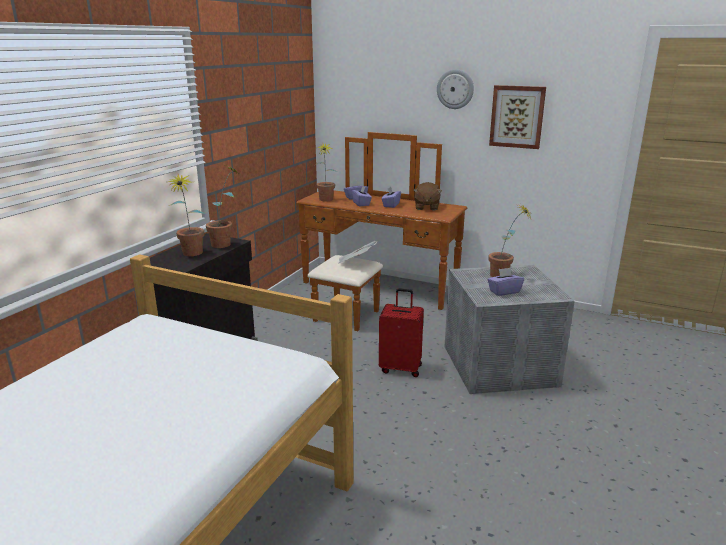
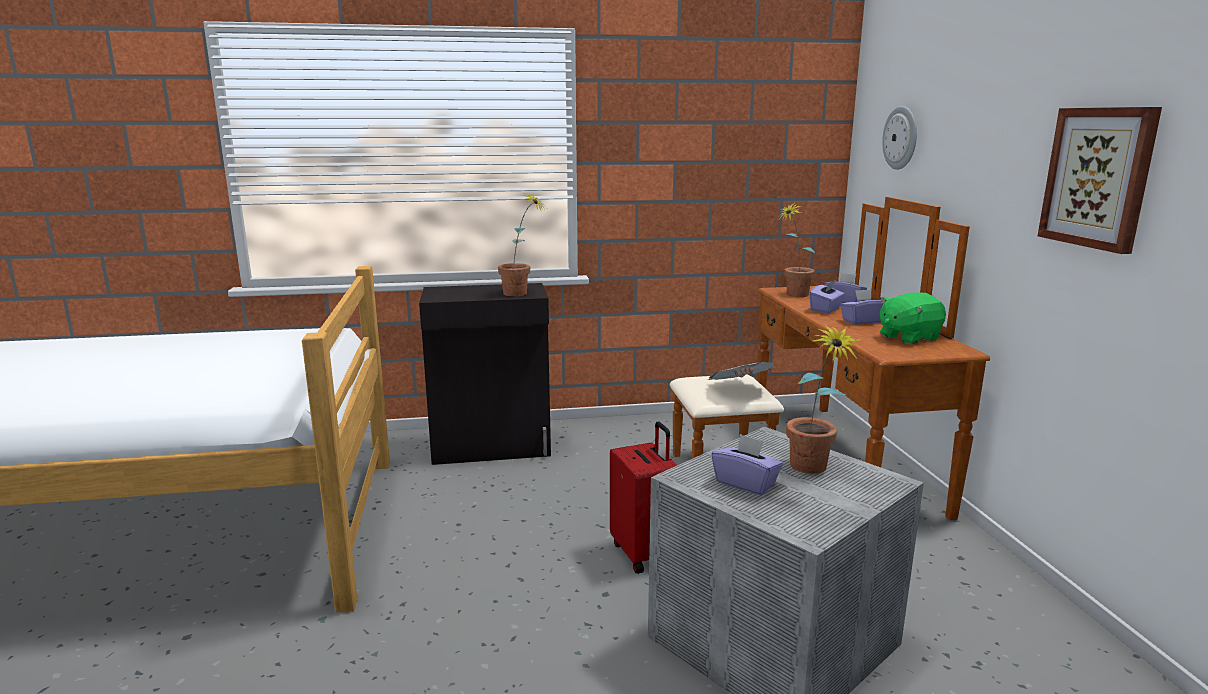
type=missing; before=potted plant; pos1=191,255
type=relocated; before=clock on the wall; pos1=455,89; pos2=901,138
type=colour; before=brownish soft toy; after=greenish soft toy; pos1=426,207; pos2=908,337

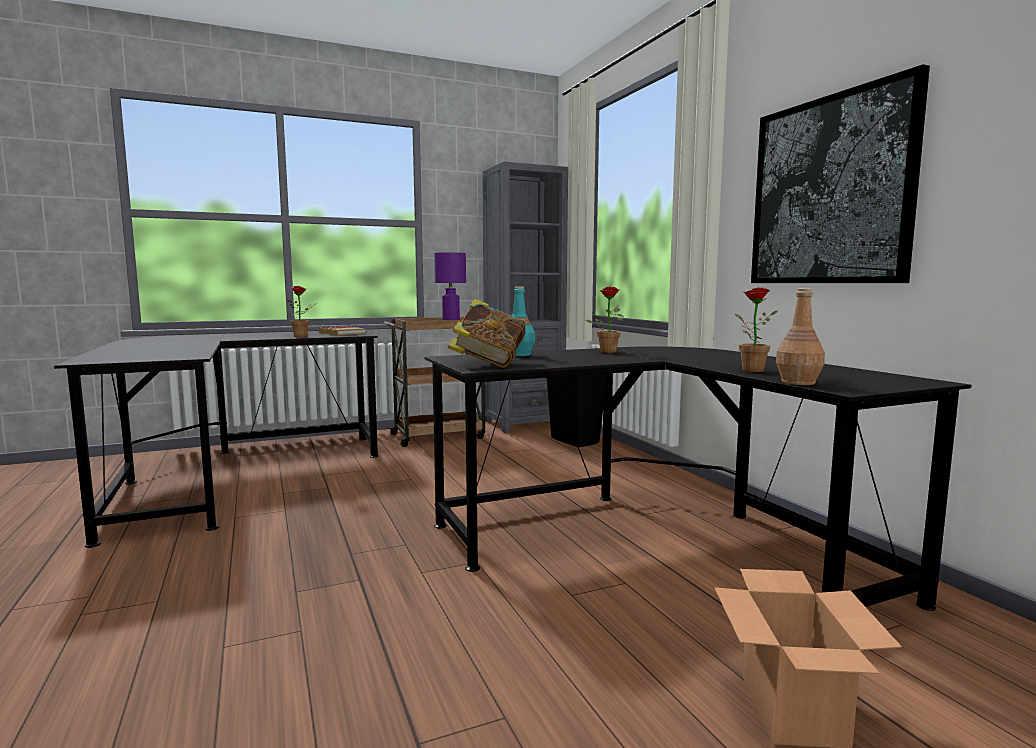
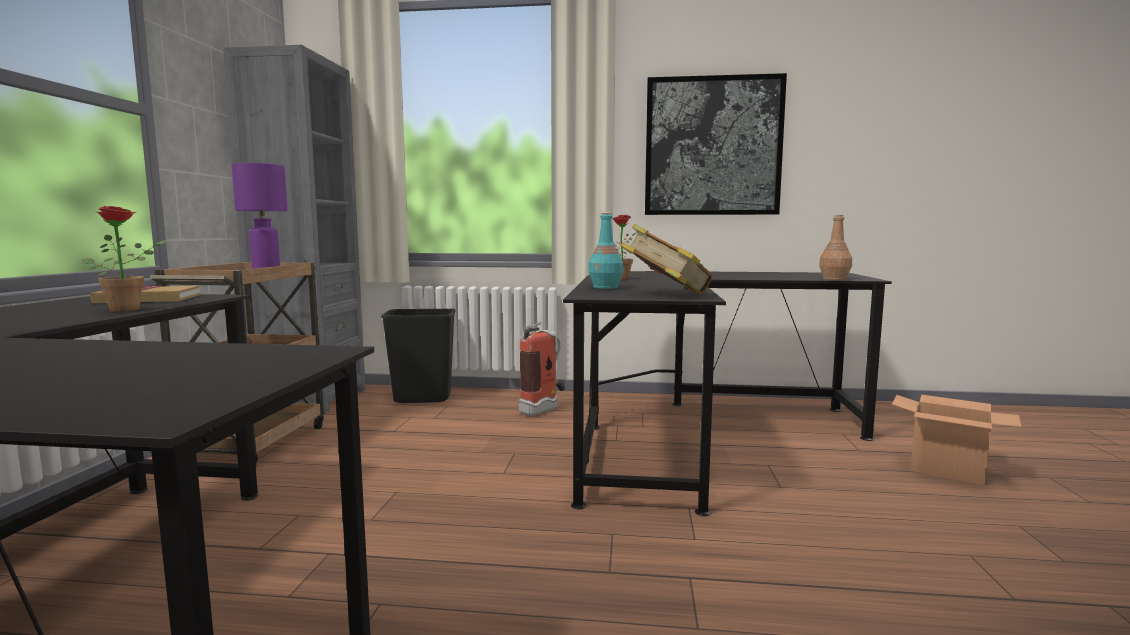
type=missing; before=potted plant; pos1=748,370
type=appeared; after=extinguisher; pos2=544,410

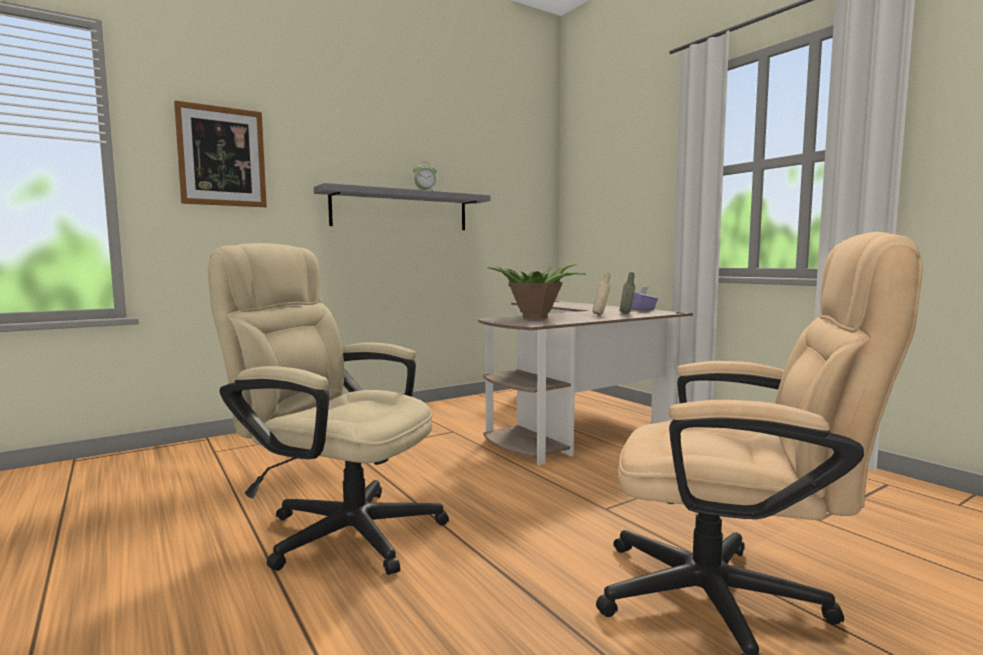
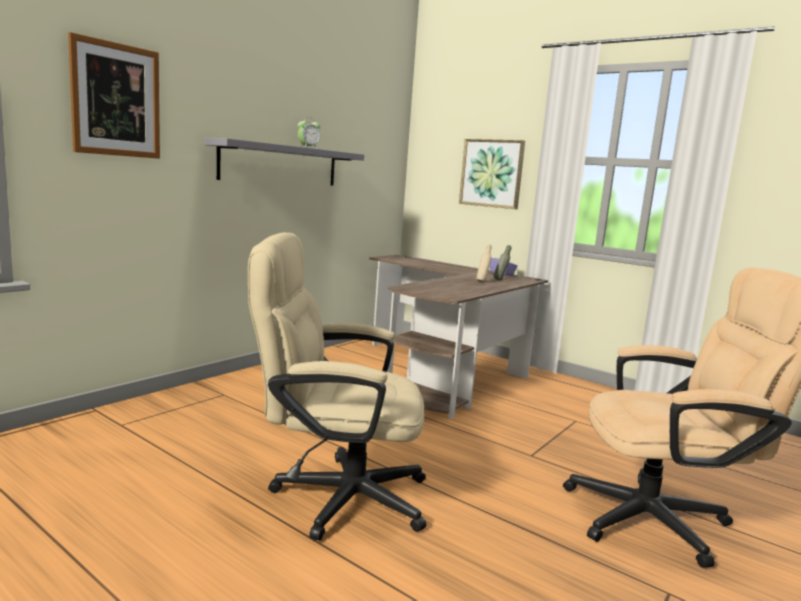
type=missing; before=potted plant; pos1=536,317
type=appeared; after=picture; pos2=492,173

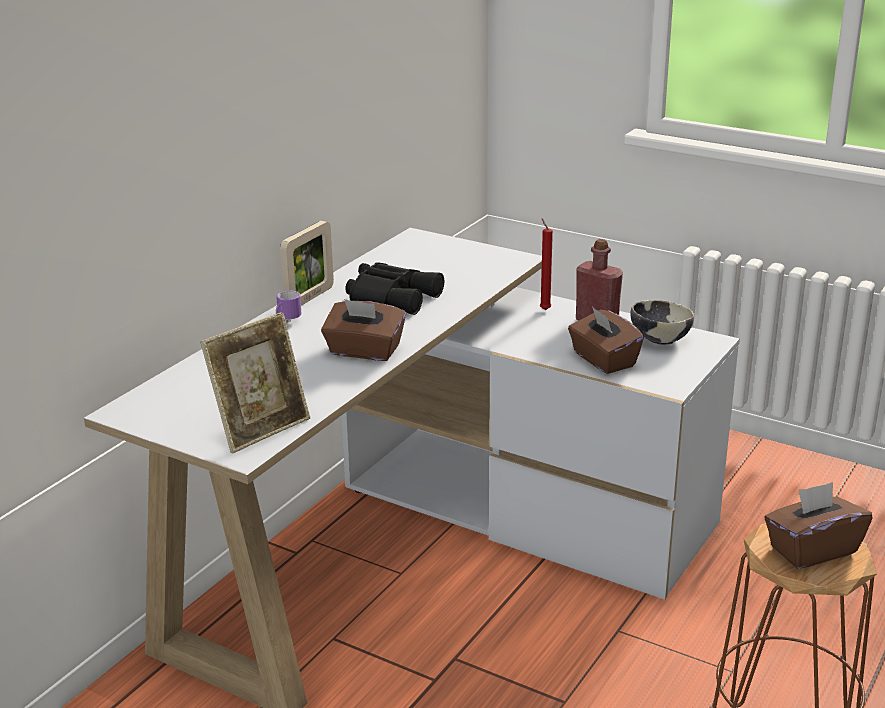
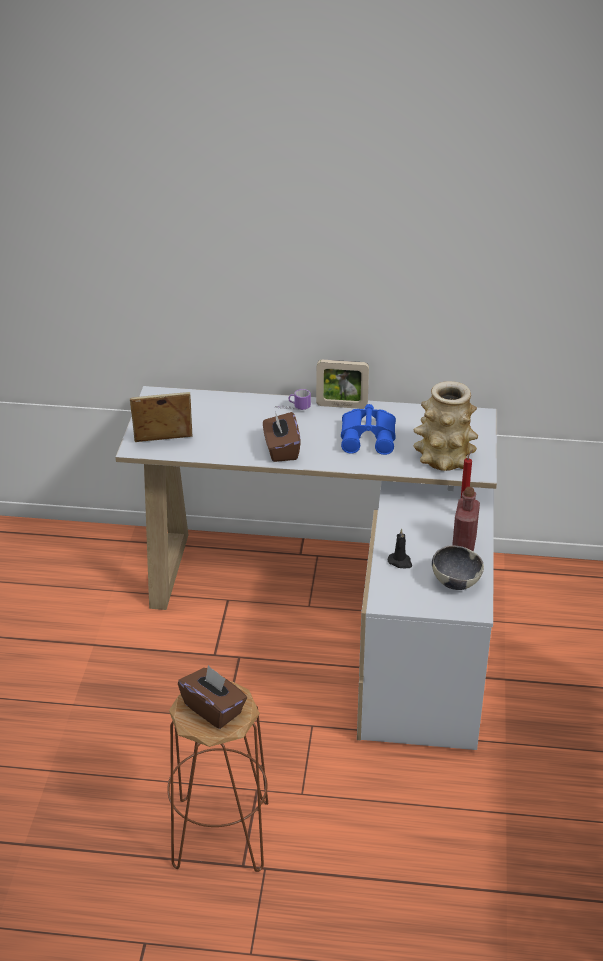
type=appeared; after=flower vase; pos2=443,459
type=exchanged; before=brownish tissue holder; after=blackish wax candle; pos1=603,360; pos2=400,562
type=colour; before=blackish field glasses; after=blue-coloured field glasses; pos1=393,296; pos2=369,436
type=spun; before=picture frame; pos1=261,429; pos2=163,445; turn=150

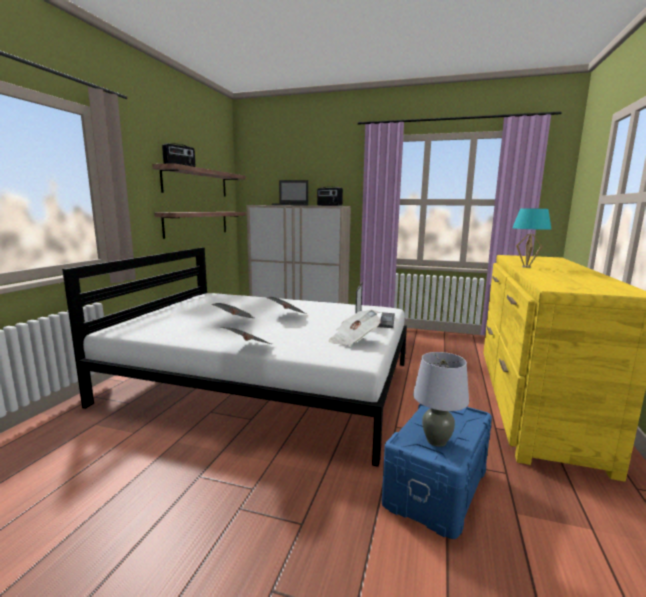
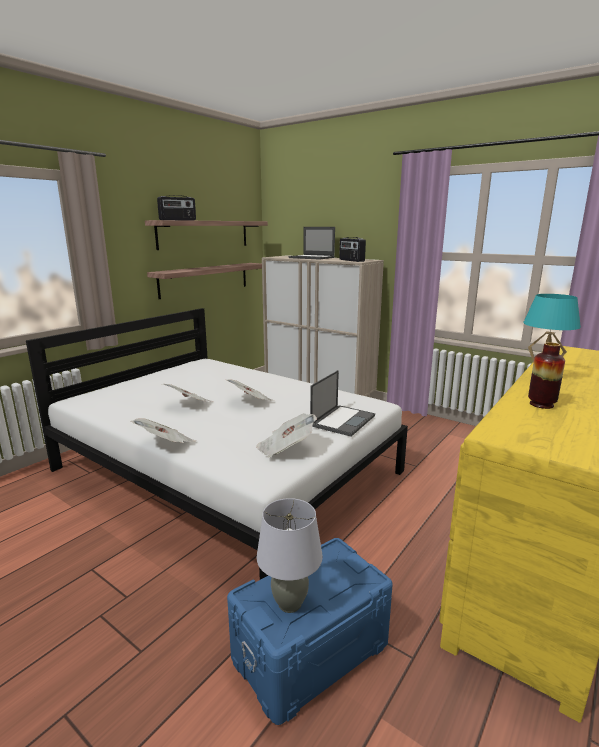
type=appeared; after=flower vase; pos2=541,404

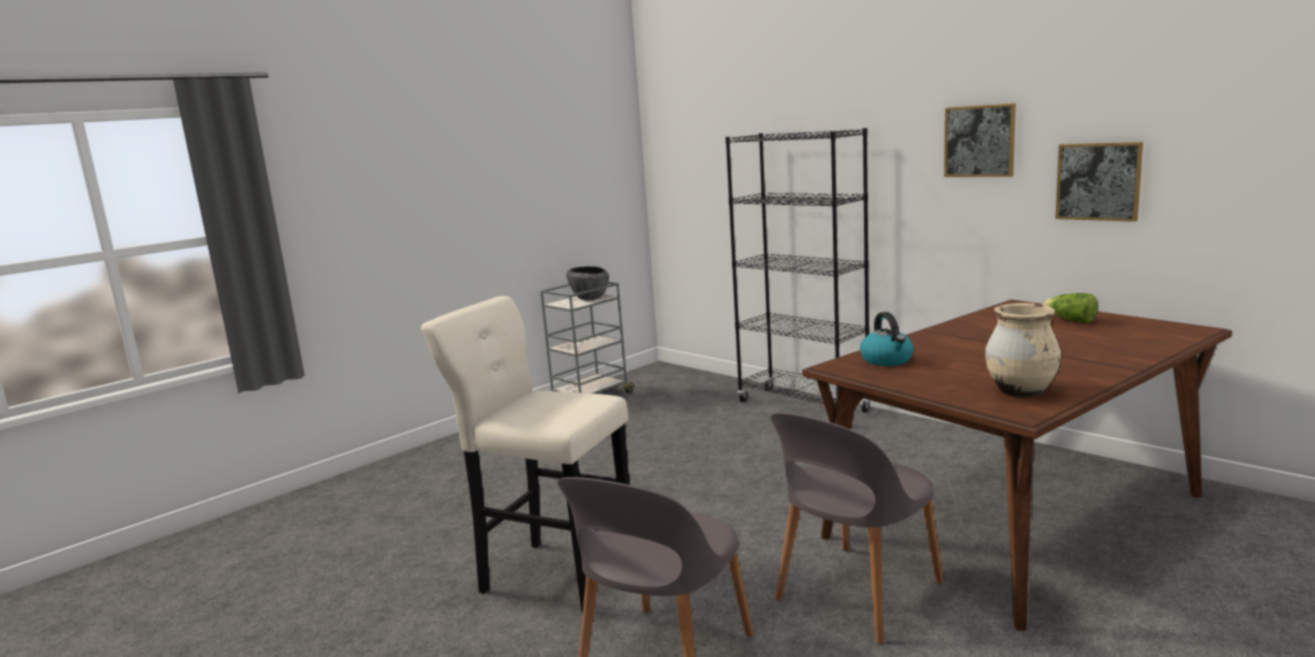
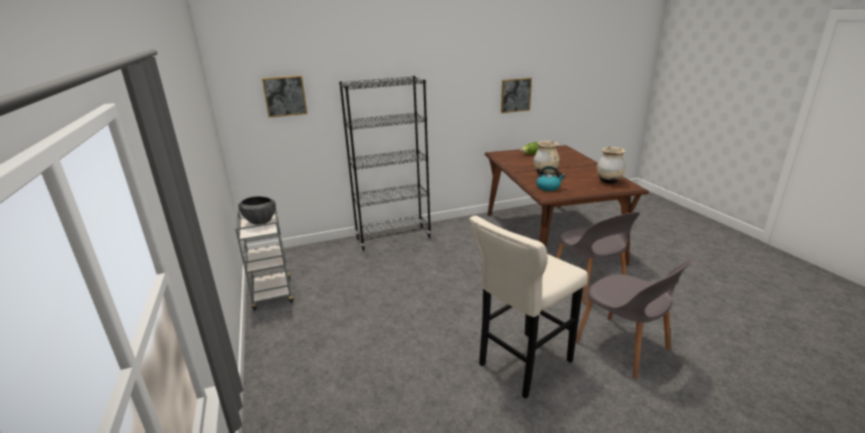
type=appeared; after=beige flower vase; pos2=545,173
type=relocated; before=picture; pos1=979,141; pos2=285,96

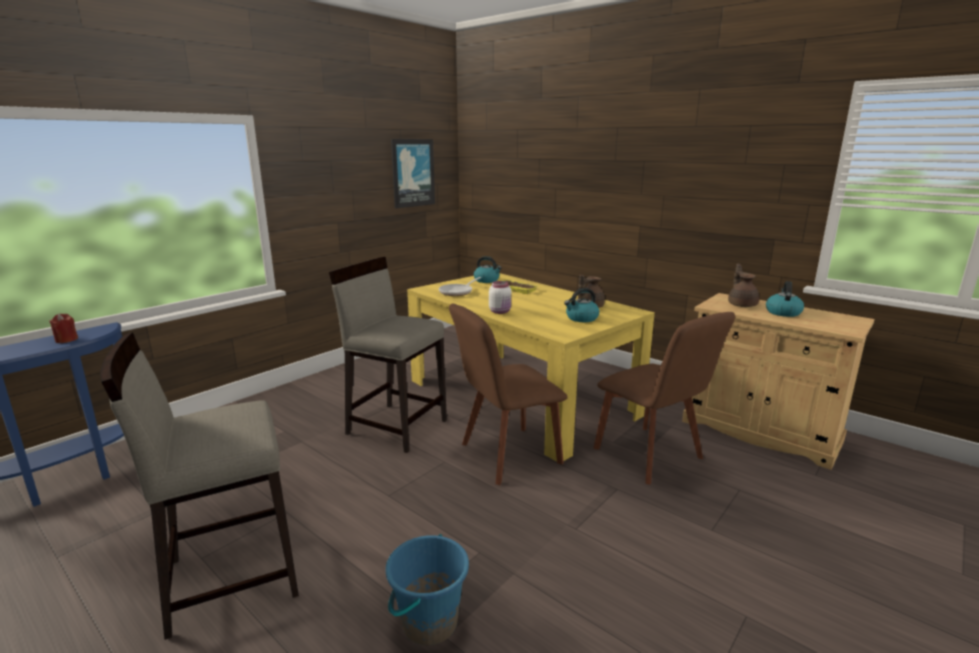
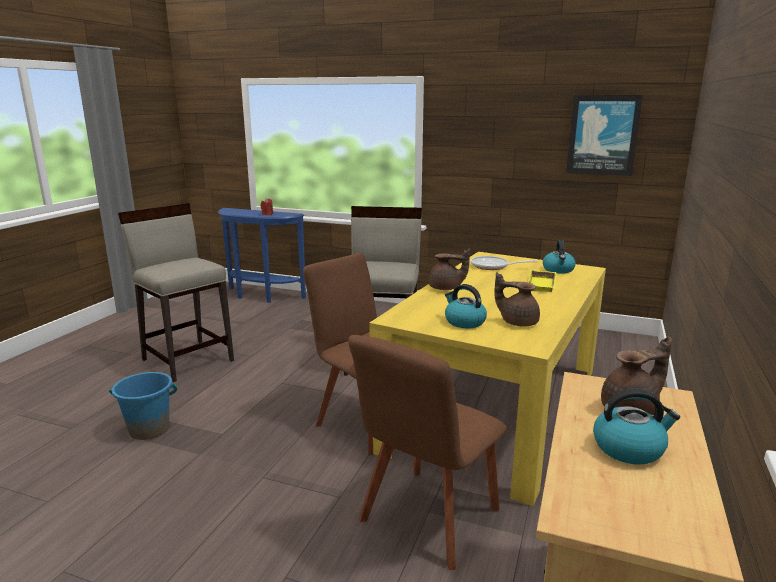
type=exchanged; before=white preserve jar; after=brownish tea pot; pos1=500,311; pos2=446,288

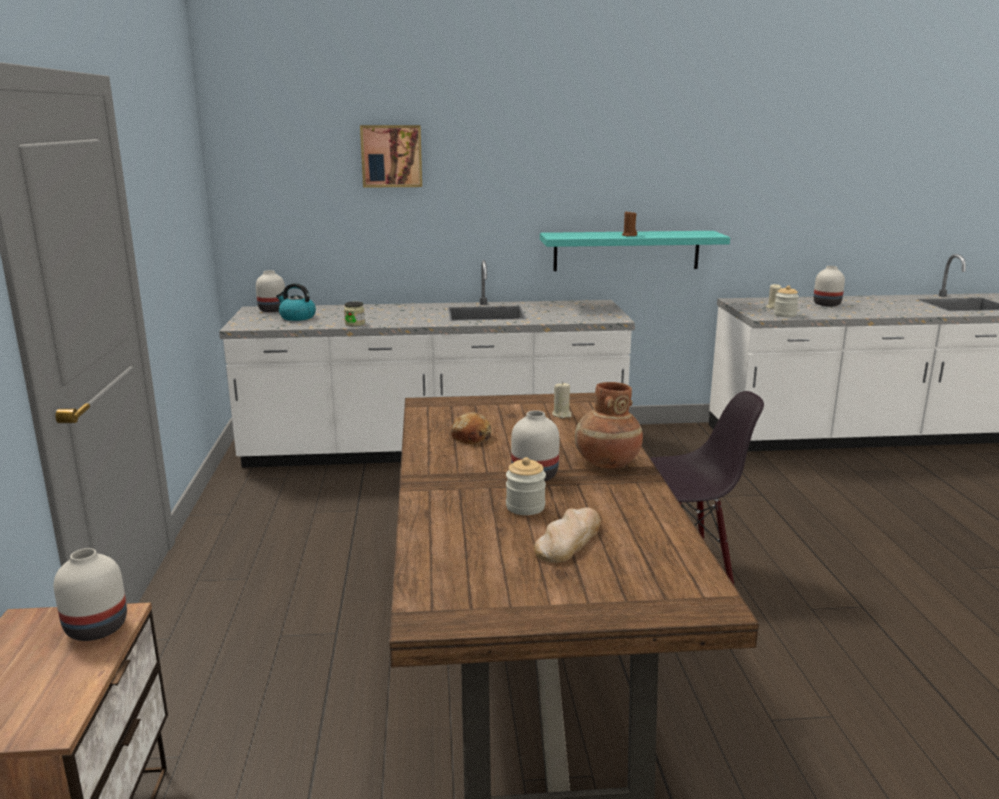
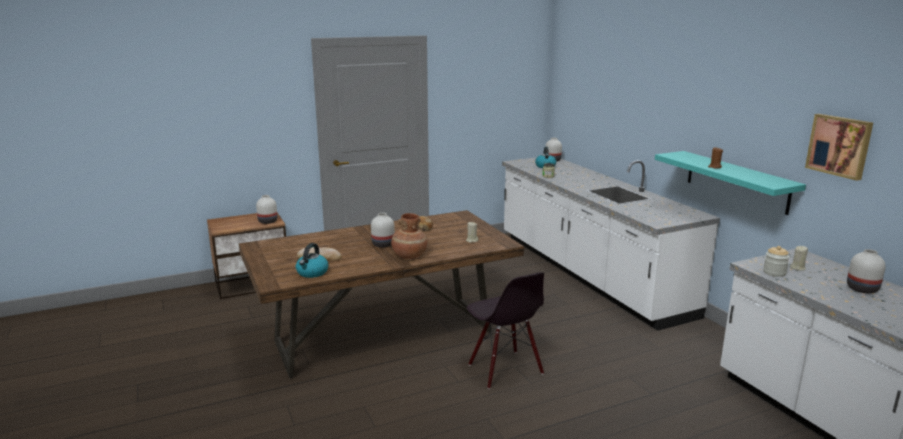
type=missing; before=preserve jar; pos1=525,507
type=appeared; after=water kettle; pos2=312,273
type=relocated; before=picture; pos1=391,156; pos2=839,145

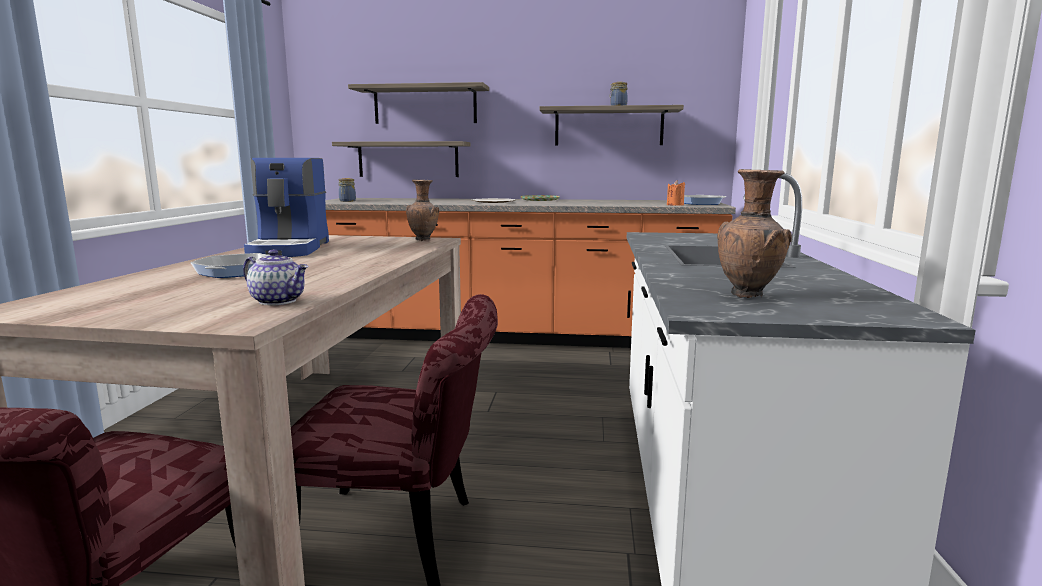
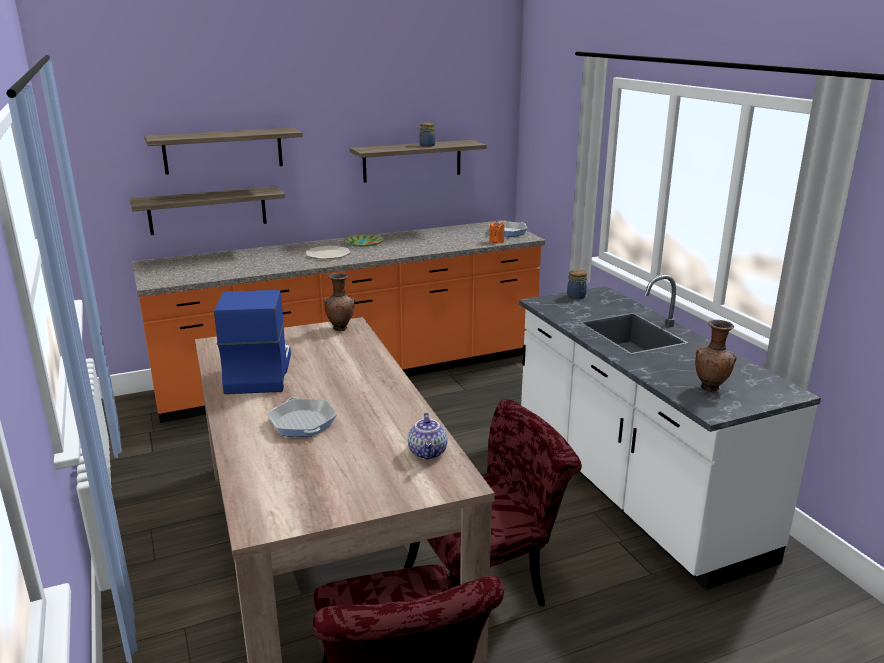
type=relocated; before=preserve jar; pos1=347,201; pos2=576,296
type=spun; before=tea pot; pos1=279,301; pos2=428,453; turn=90
type=spun; before=coffee machine; pos1=291,249; pos2=258,372; turn=-150

